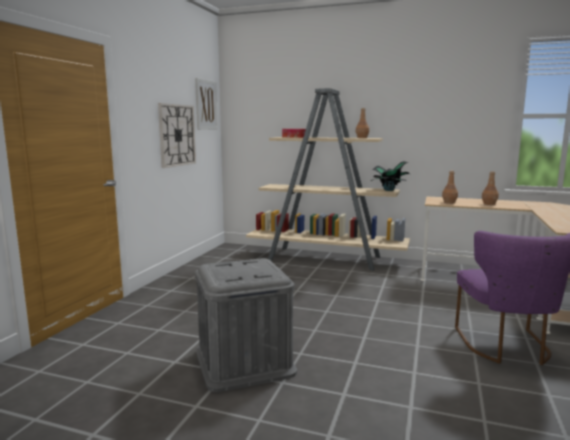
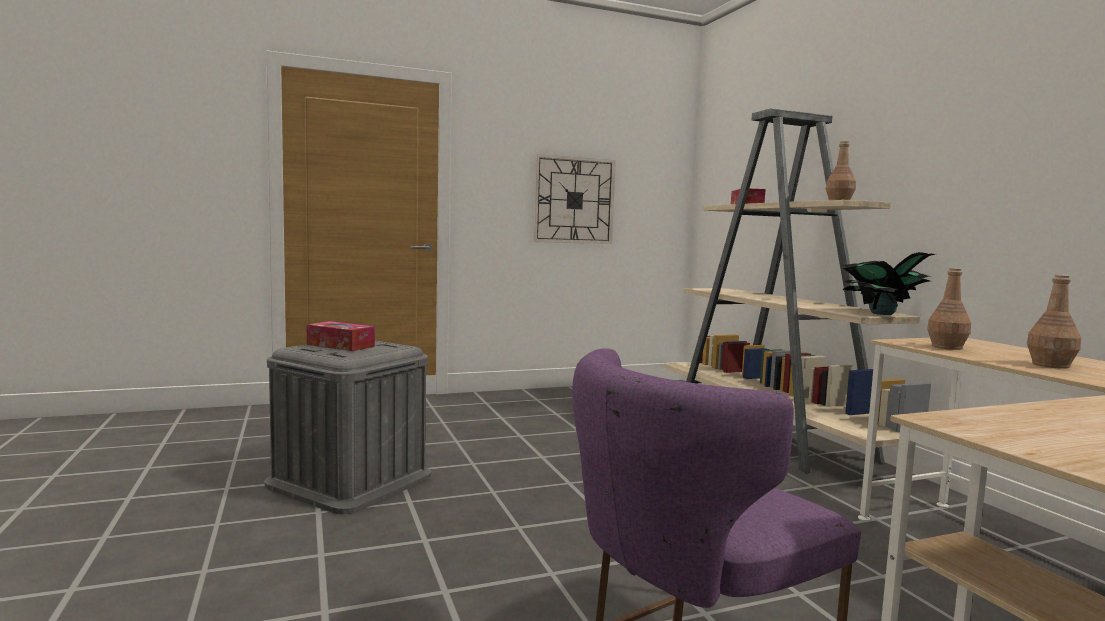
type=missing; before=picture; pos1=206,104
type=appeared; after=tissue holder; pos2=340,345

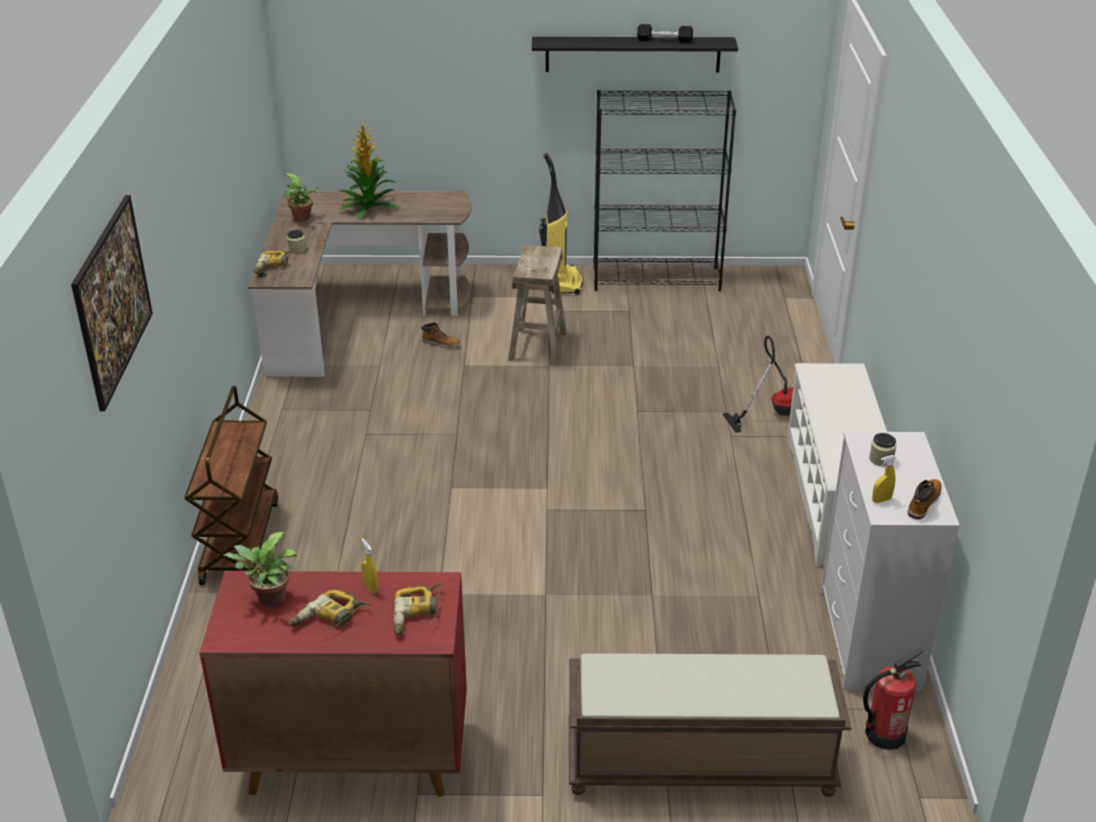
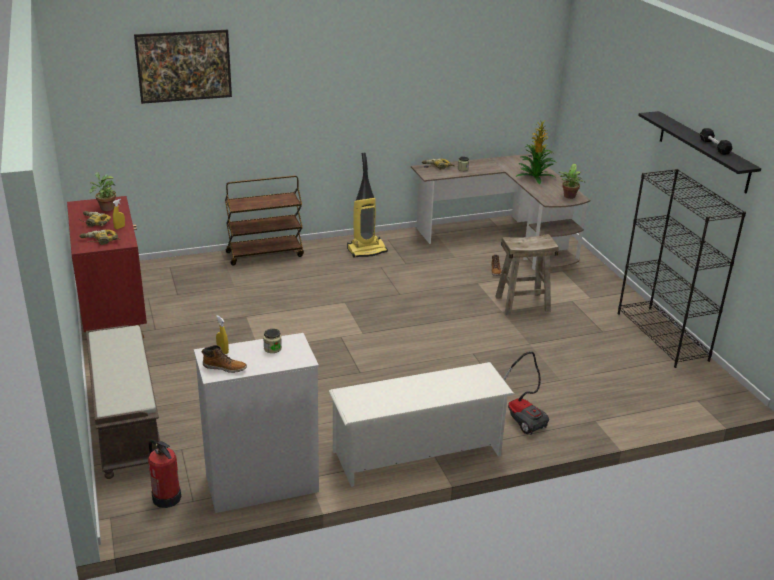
type=relocated; before=potted plant; pos1=303,219; pos2=569,197
type=relocated; before=vacuum; pos1=562,282; pos2=367,250

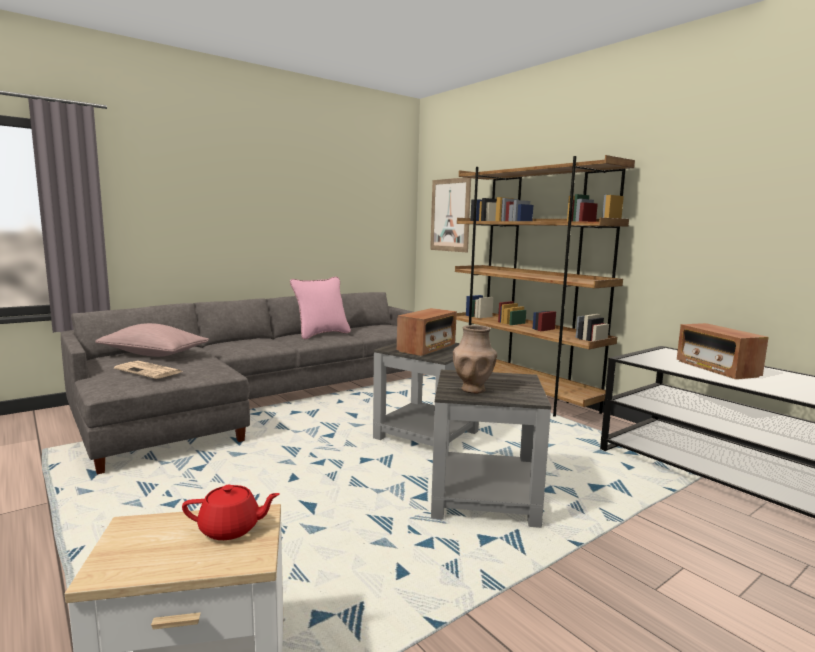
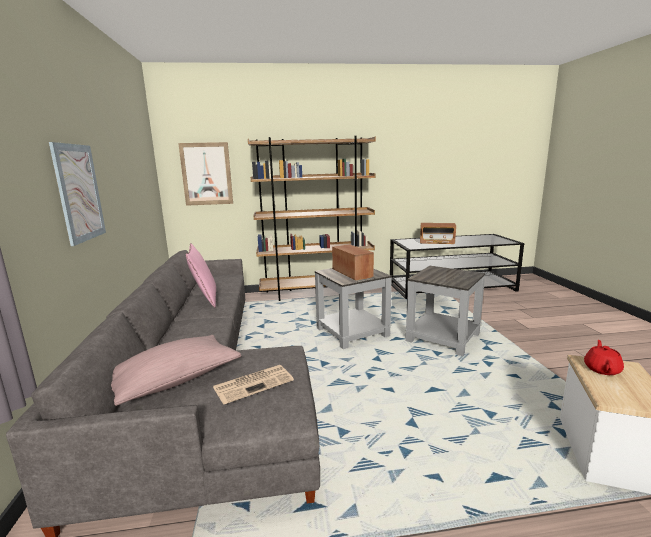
type=missing; before=brownish flower vase; pos1=473,389
type=appeared; after=picture; pos2=79,193

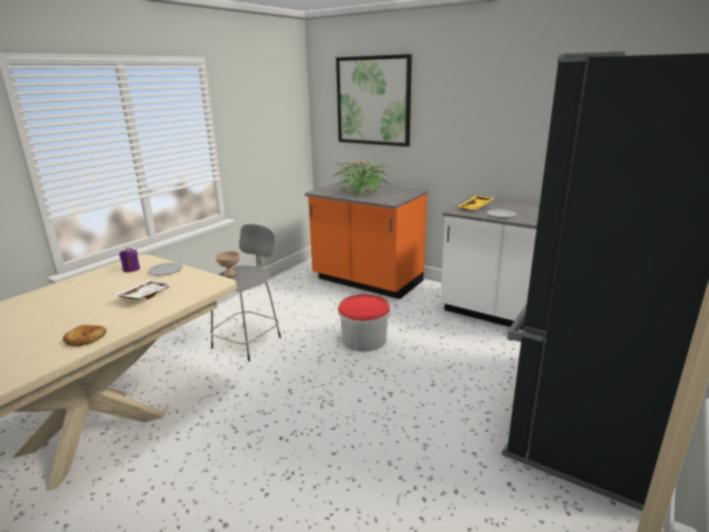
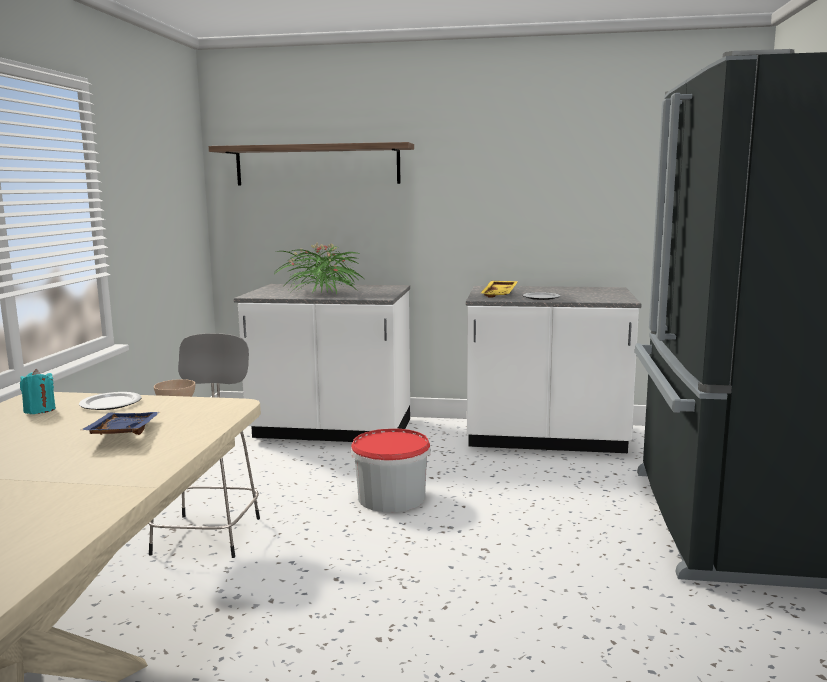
type=missing; before=bakery bread; pos1=85,338
type=exchanged; before=picture; after=shelf; pos1=373,101; pos2=317,165
type=colour; before=white serving tray; after=blue-coloured serving tray; pos1=144,295; pos2=122,433
type=colour; before=purple-coloured wax candle; after=blue-green wax candle; pos1=131,269; pos2=39,410
type=colour; before=orangey kitchen counter; after=white kitchen counter; pos1=367,281; pos2=331,430

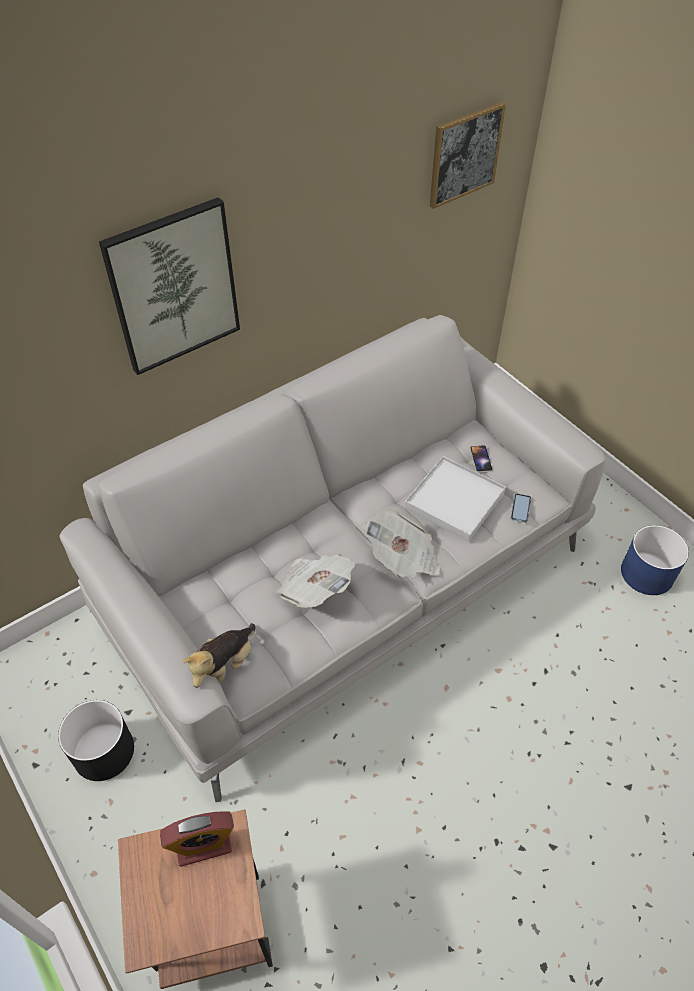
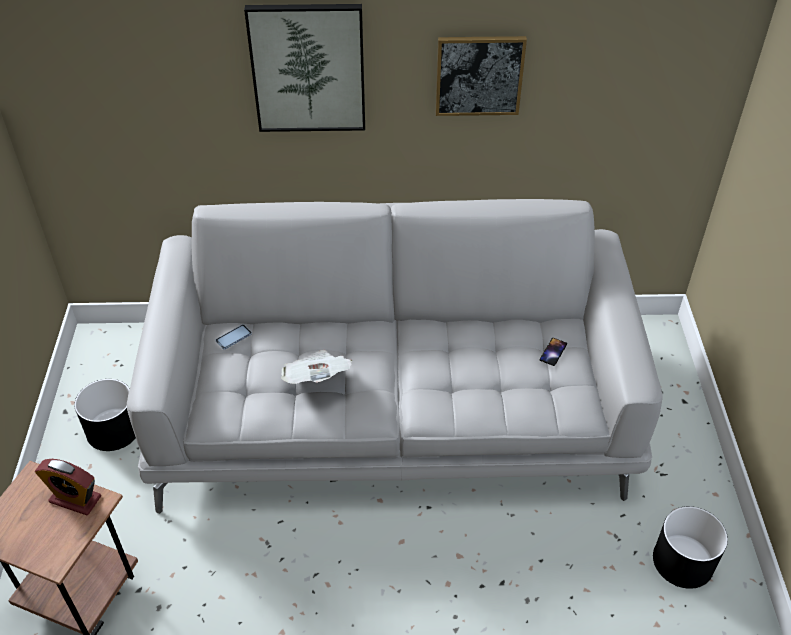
type=missing; before=soft toy; pos1=224,667
type=missing; before=newspaper; pos1=403,558
type=missing; before=white serving tray; pos1=455,501
type=relocated; before=picture; pos1=464,154; pos2=479,75
type=relocated; before=handset; pos1=520,508; pos2=233,337
type=colour; before=blue-coloured planter; after=blackish planter; pos1=647,573; pos2=683,561

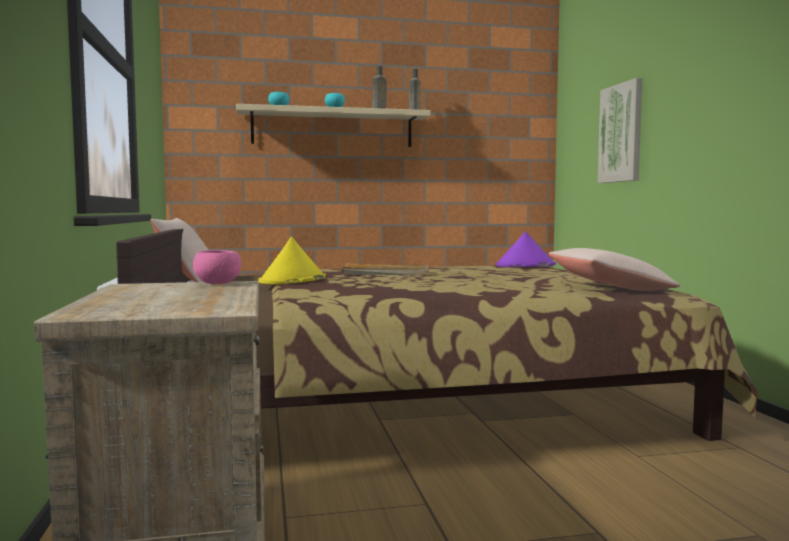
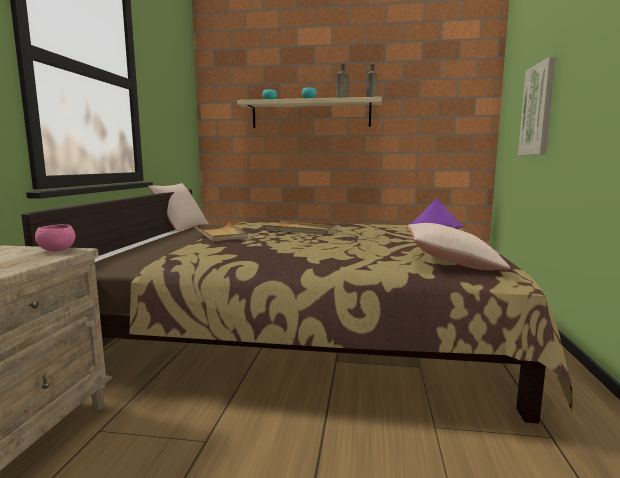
type=exchanged; before=yellow-coloured clothing hat; after=beige serving tray; pos1=292,280; pos2=220,234

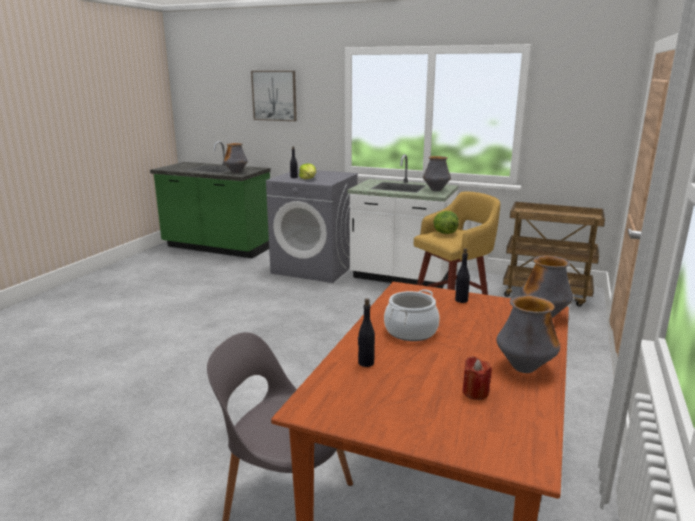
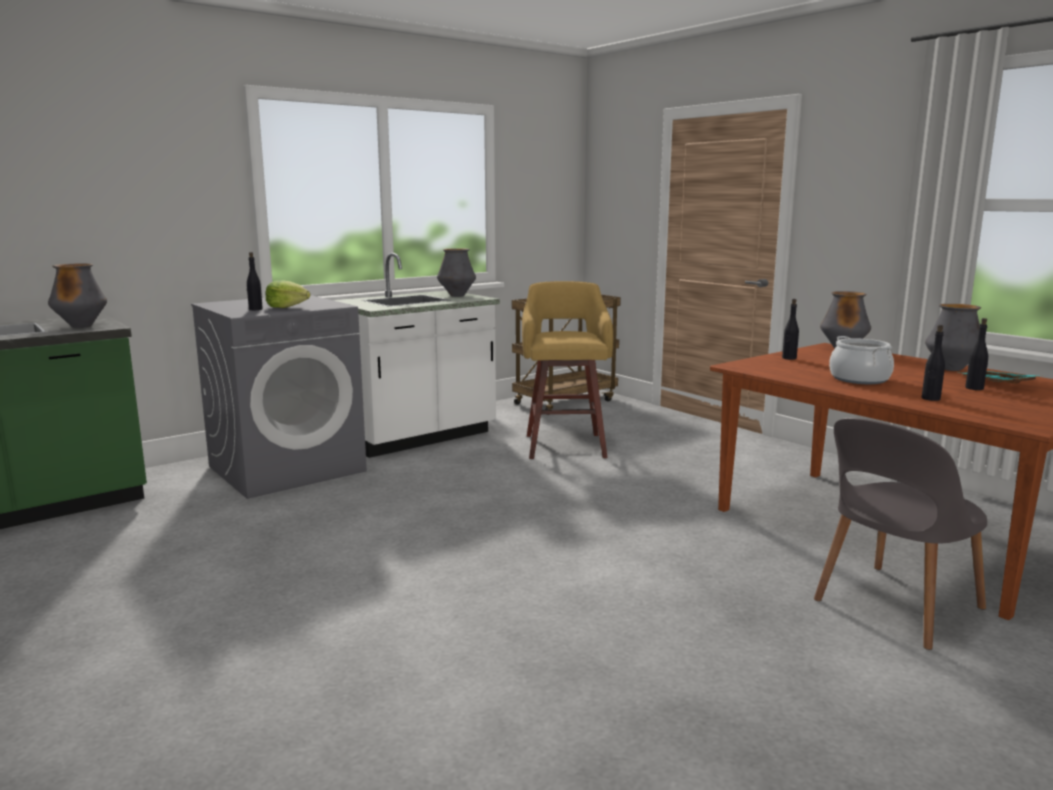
type=missing; before=picture; pos1=274,95
type=missing; before=lettuce head; pos1=444,233
type=appeared; after=blackish bottle; pos2=974,388
type=exchanged; before=reddish wax candle; after=blue-green serving tray; pos1=475,392; pos2=996,384

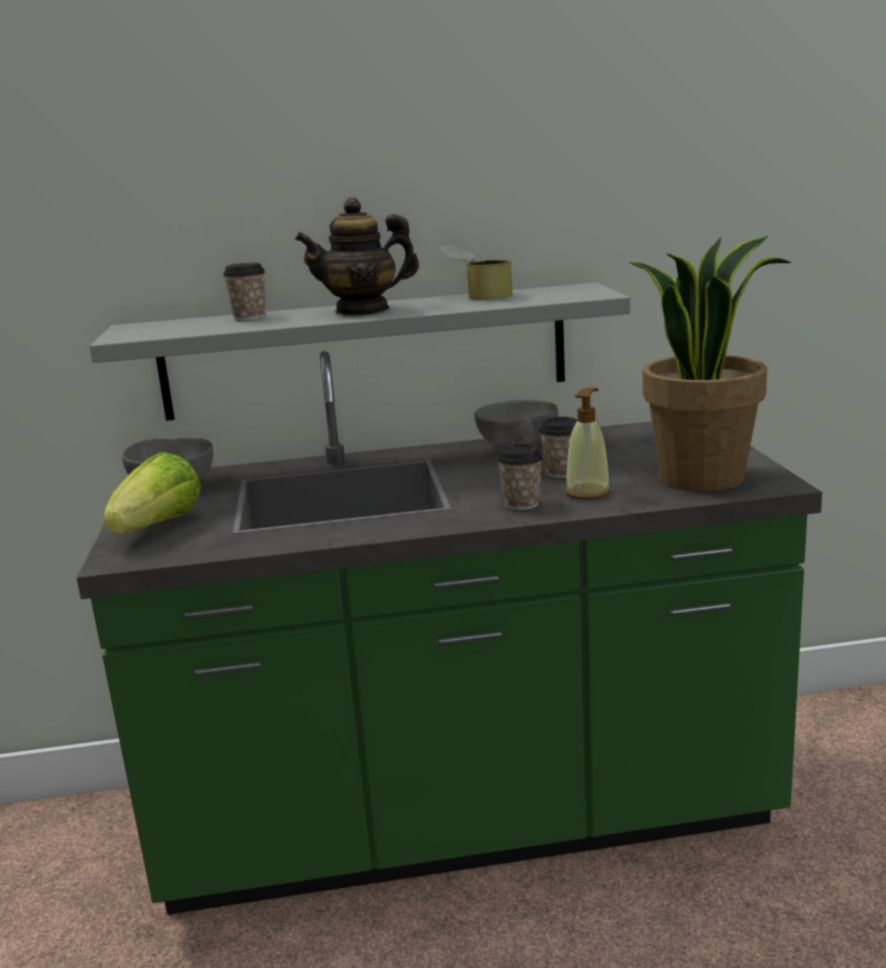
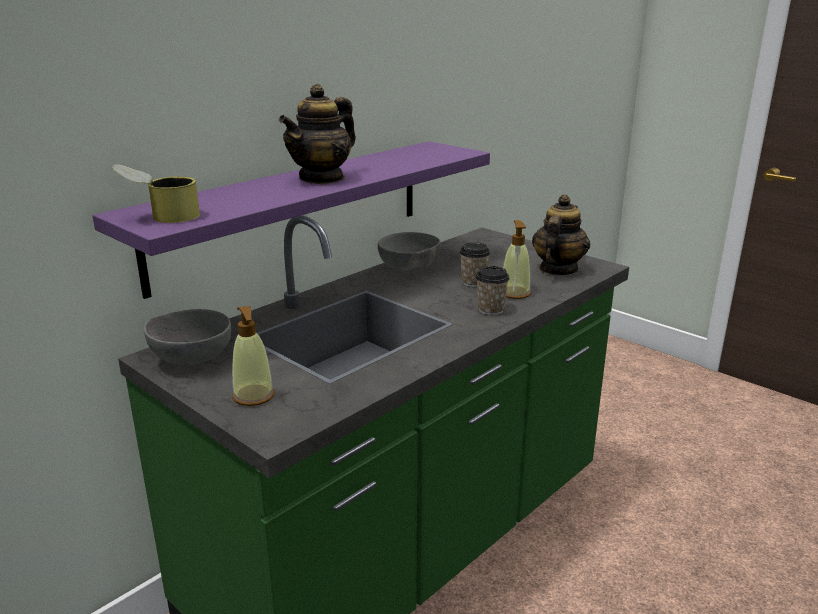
type=missing; before=small cup; pos1=250,318
type=relocated; before=sealed can; pos1=477,297; pos2=161,217
type=exchanged; before=lettuce head; after=soap dispenser; pos1=158,527; pos2=253,396
type=exchanged; before=potted plant; after=tea pot; pos1=702,477; pos2=557,269
type=colour; before=grey shelf; after=purple-coloured shelf; pos1=365,352; pos2=294,211

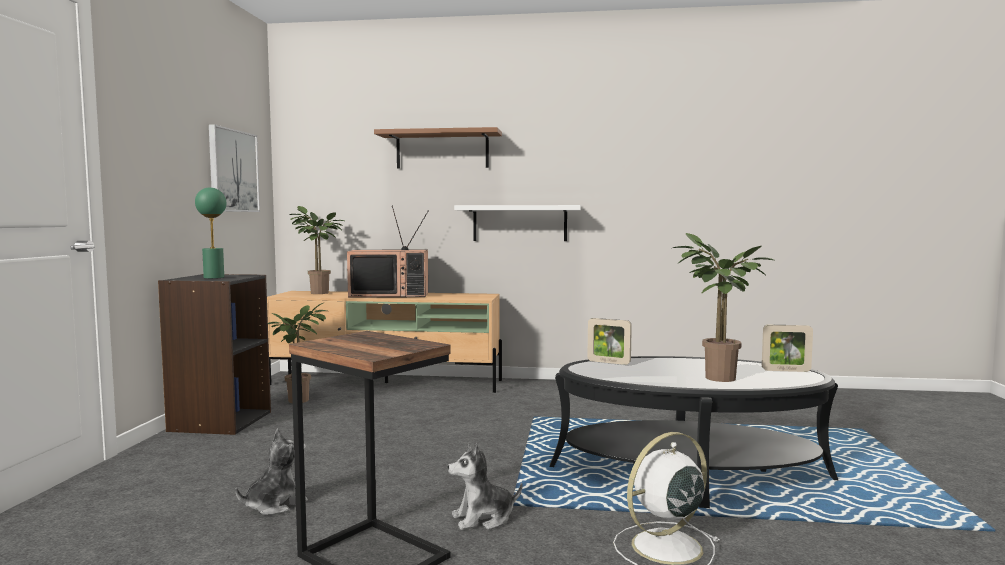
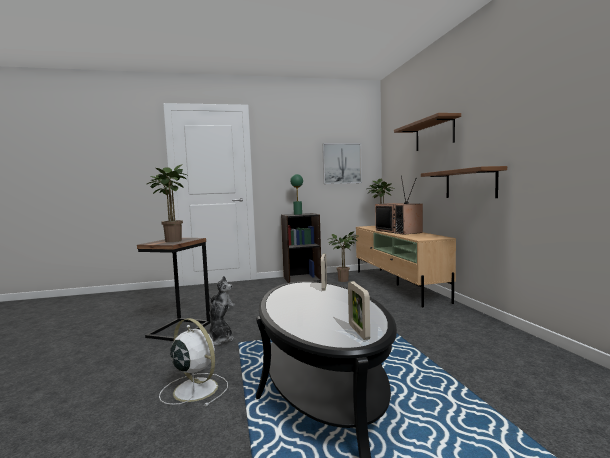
type=relocated; before=potted plant; pos1=715,378; pos2=172,240
type=colour; before=white shelf; after=brownish shelf; pos1=519,223; pos2=470,183

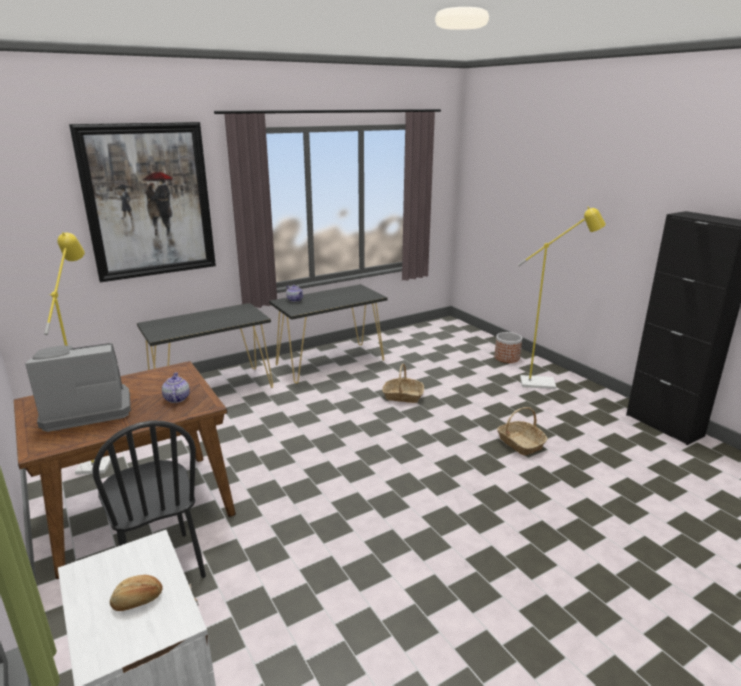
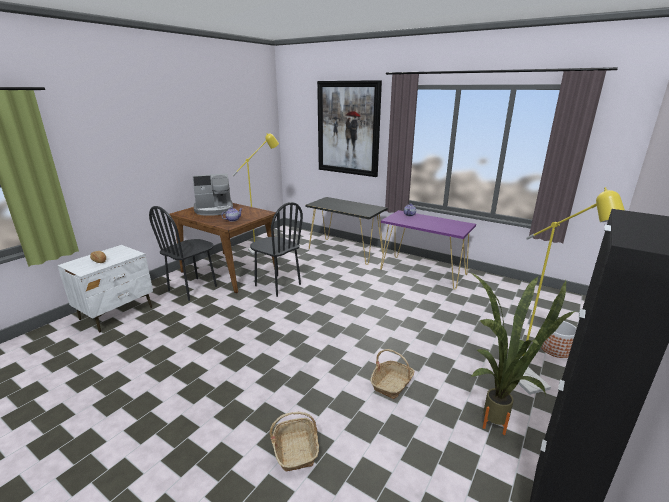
type=appeared; after=blackish plain chair; pos2=277,285
type=appeared; after=potted plant; pos2=497,419
type=relocated; before=storage basket; pos1=403,396; pos2=296,449
type=colour; before=blackish console table; after=purple-coloured console table; pos1=331,362; pos2=423,272
type=spun; before=coffee machine; pos1=86,409; pos2=214,210; turn=120

